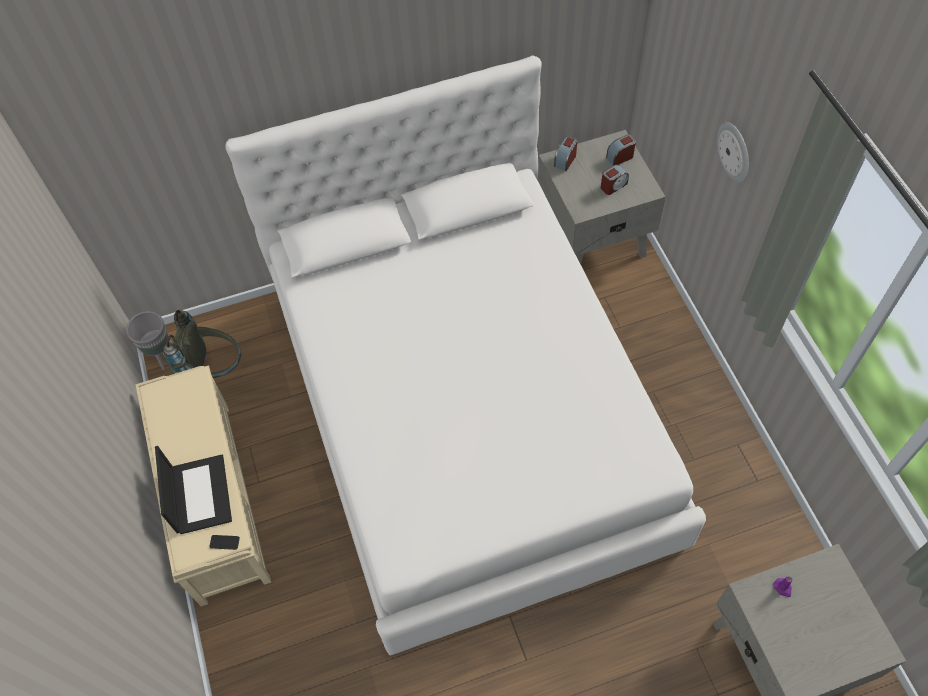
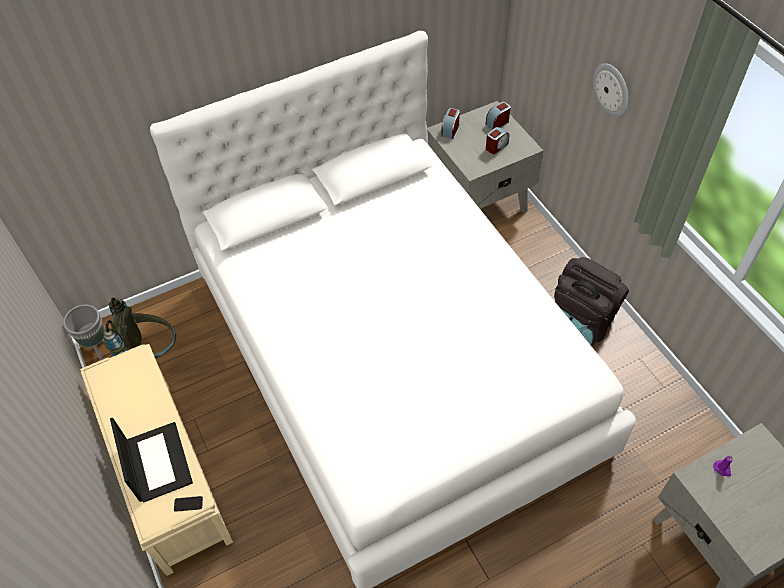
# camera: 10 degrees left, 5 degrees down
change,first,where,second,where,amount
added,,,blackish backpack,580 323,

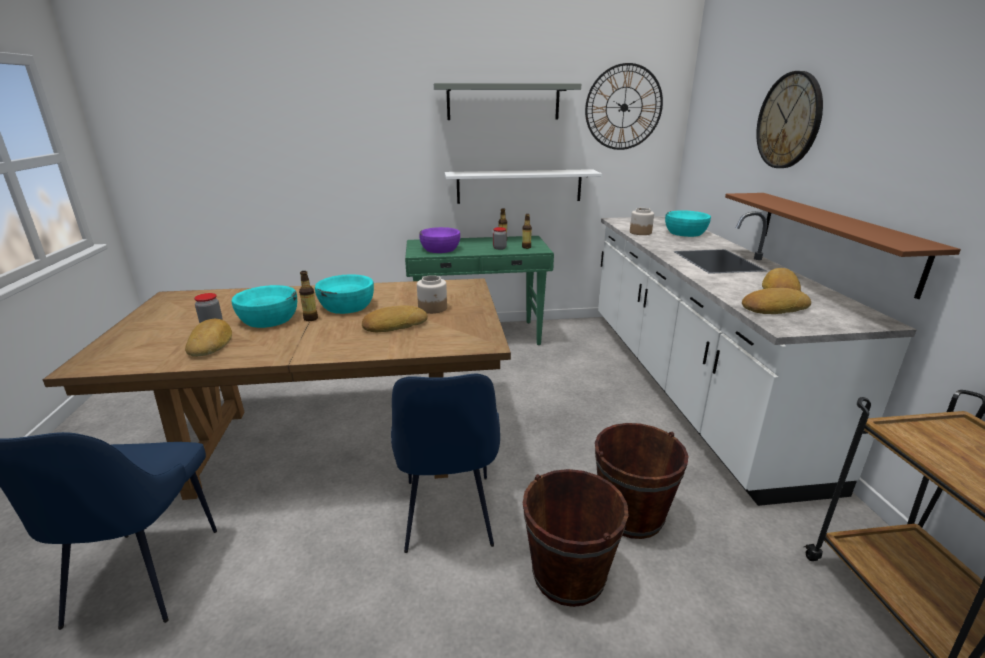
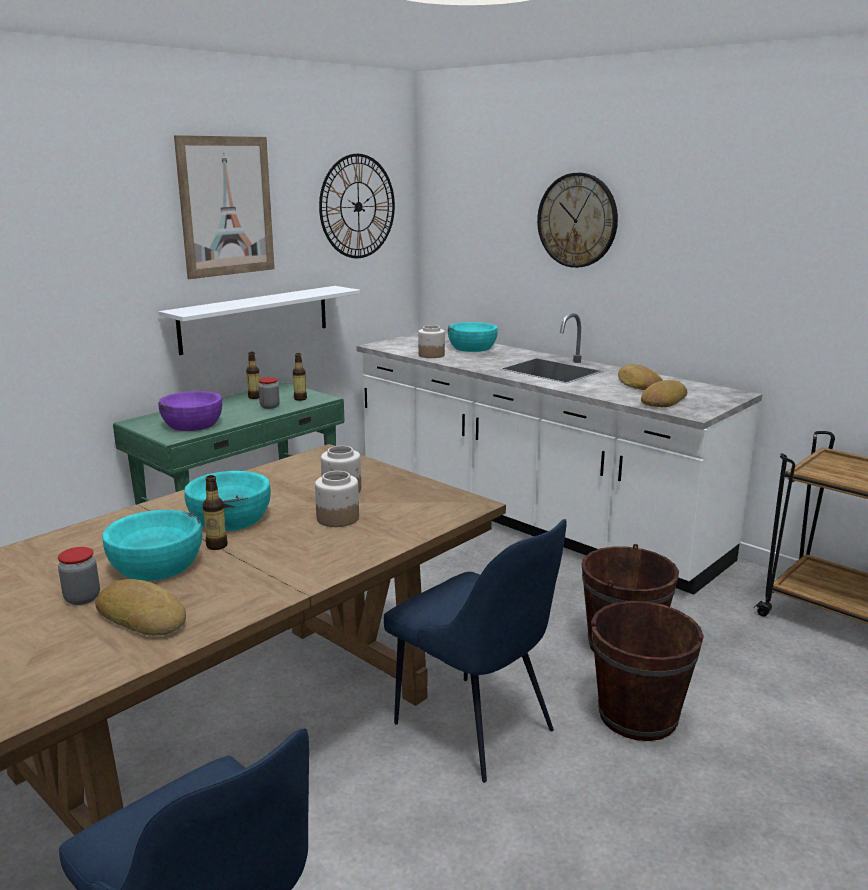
# camera: 40 degrees left, 5 degrees down
change,first,where,second,where,amount
replaced,greyish wall shelf,503 102,wall picture,226 206,
replaced,baked bread,394 324,preserve jar,337 518,
removed,brown wall shelf,834 238,,,

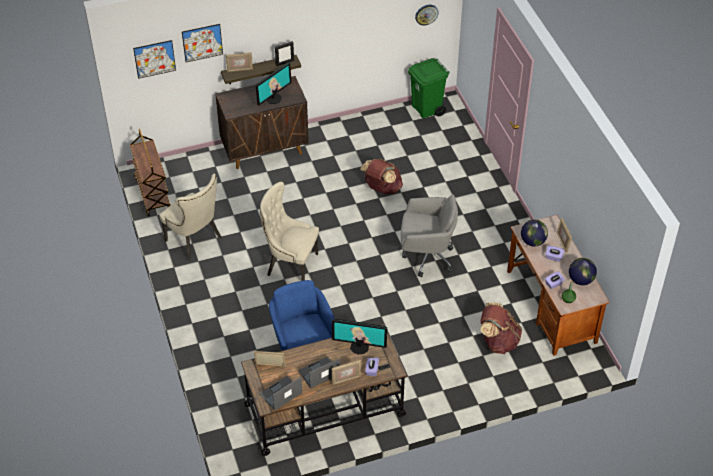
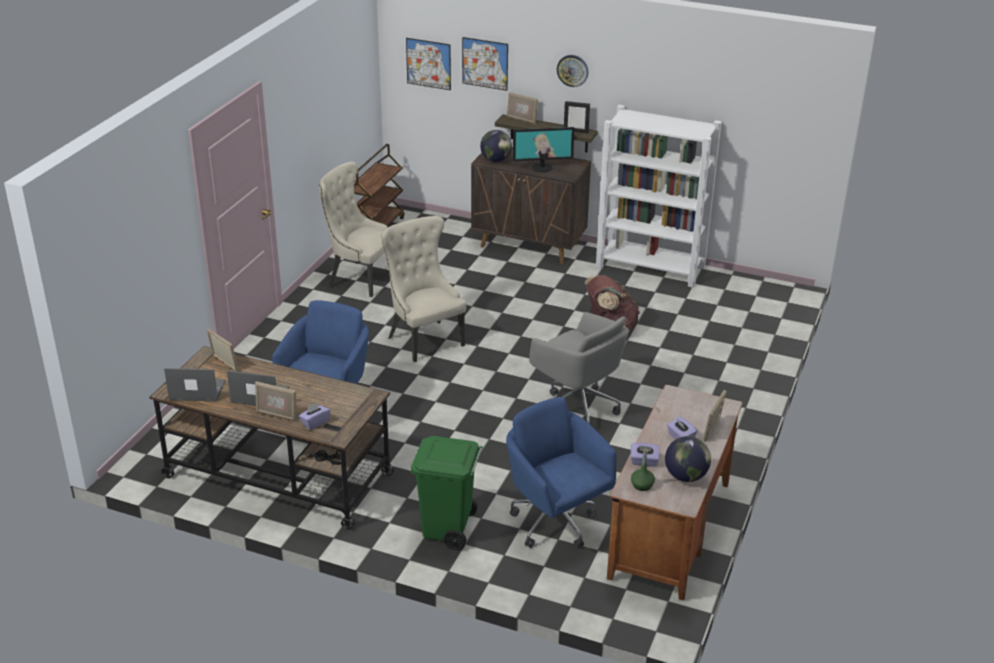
# camera: 40 degrees right, 15 degrees down
change,first,where,second,where,amount
turned,beige upright chair,194 240,,361 279,120 degrees clockwise
moved,green rubbish bin,427 109,,448 529,
moved,desk globe,533 242,,496 160,
replaced,brown backpack,498 341,blue desk chair,556 526,
moved,hanging clock,426 14,,572 70,
added,,,white bookcase,650 267,
removed,computer display,359 347,,,

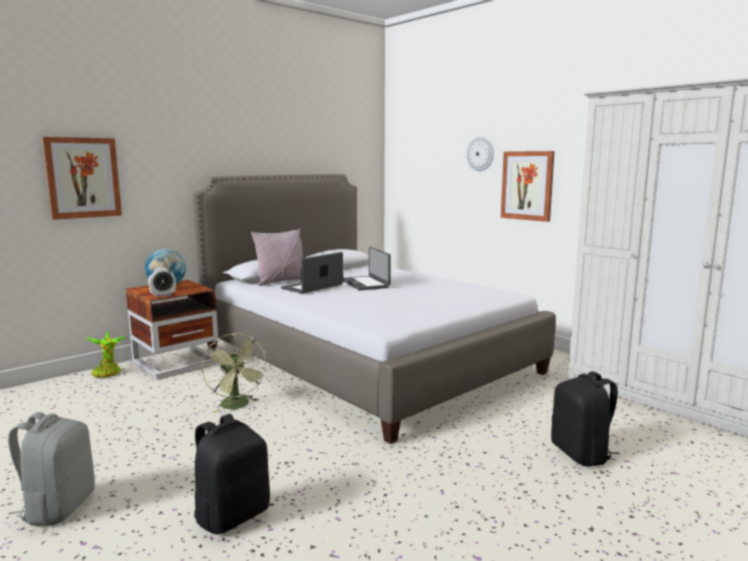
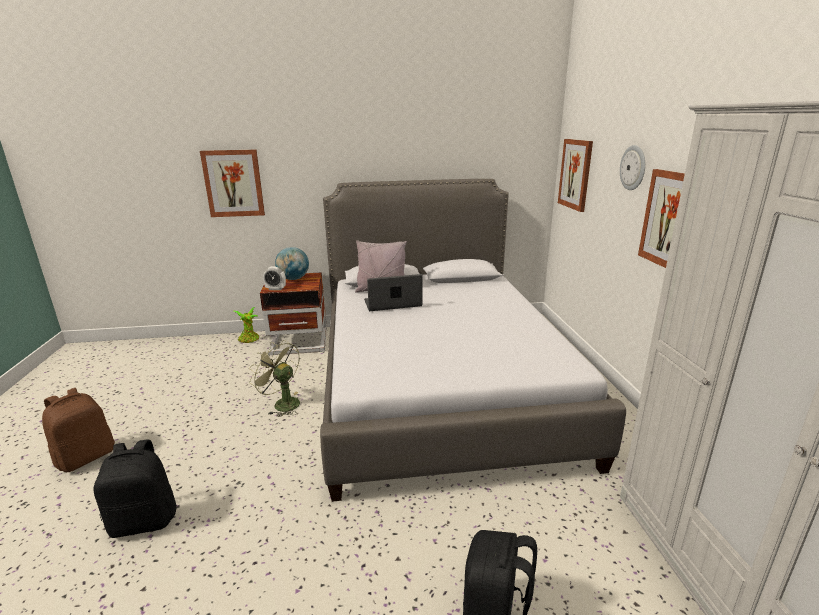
# camera: 35 degrees right, 10 degrees up
change,first,where,second,where,amount
recoloured,greyish backpack,58 507,brown backpack,86 457,
turned,green cooling fan,237 406,,282 403,120 degrees clockwise
added,,,wall picture,575 174,
removed,portable computer,365 283,,,

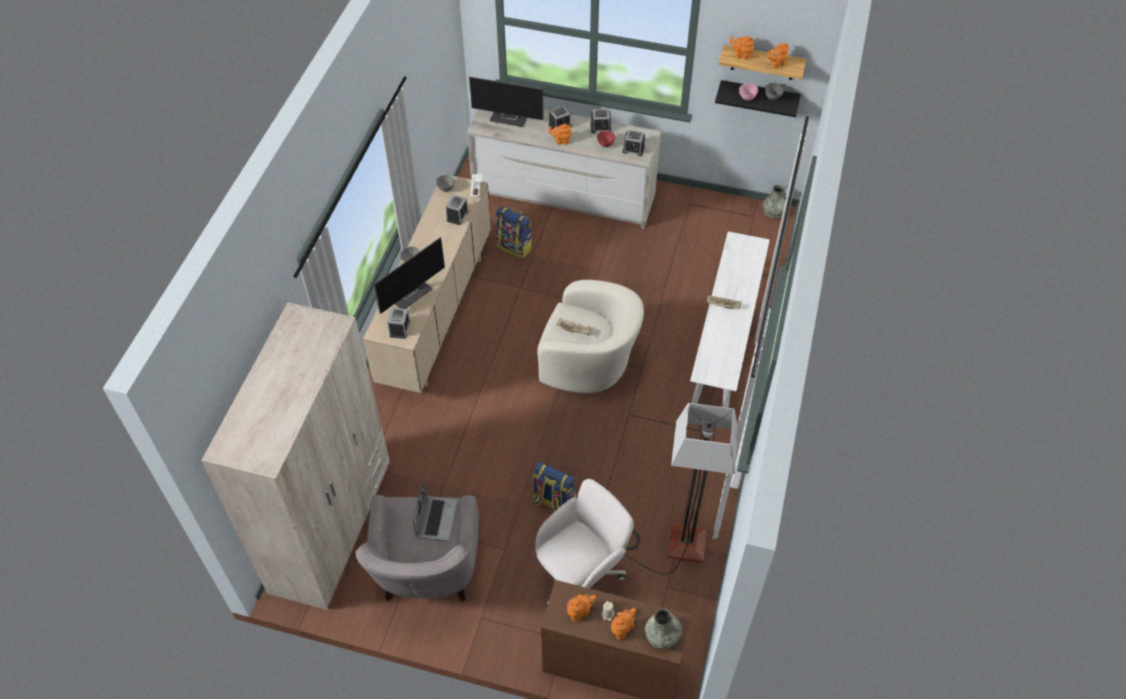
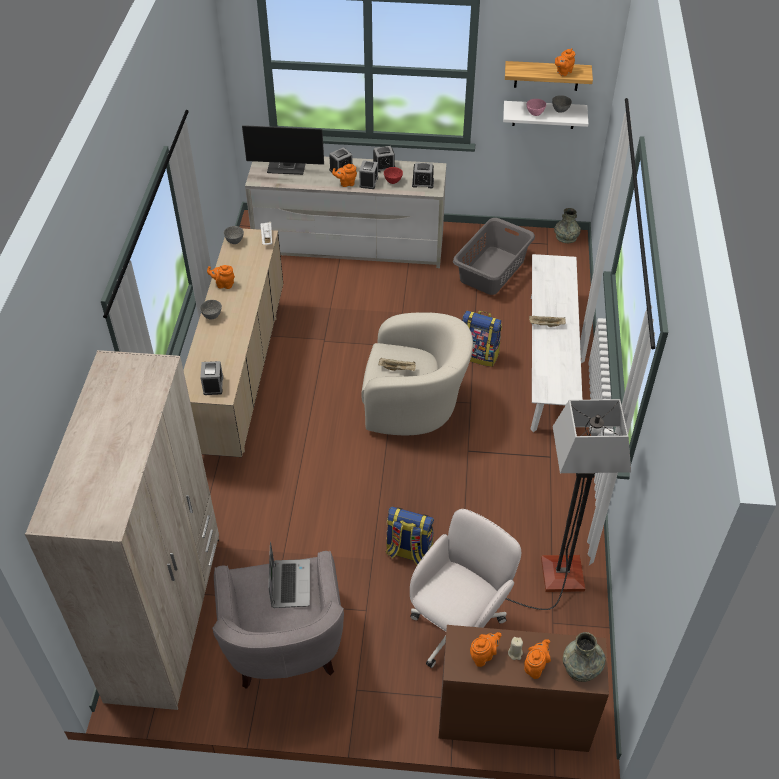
# camera: 10 degrees left, 5 degrees down
change,first,where,second,where,amount
moved,orangey teapot,741 55,,223 284,
moved,table clock,457 216,,368 182,
added,,,greyish washing basket,492 270,
moved,backpack,515 247,,479 355,
recoloured,blackish wall shelf,758 97,white wall shelf,544 114,
removed,computer display,410 293,,,

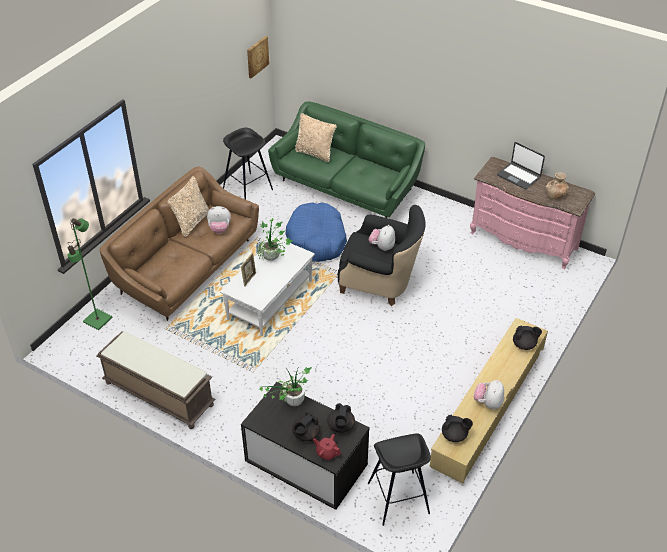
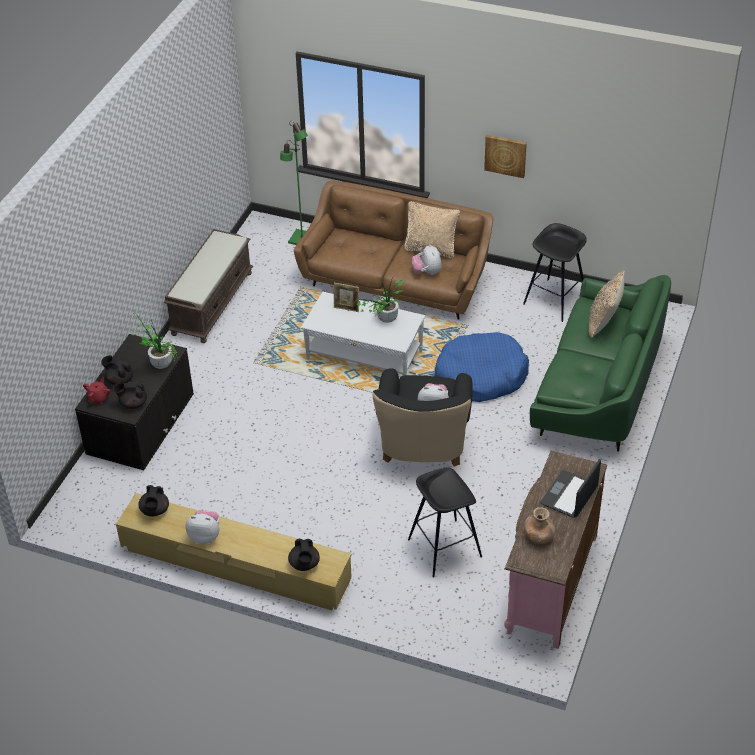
# camera: 80 degrees right, 0 degrees up
change,first,where,second,where,amount
moved,blackish sitting stool,398 498,,444 548,
moved,wall picture,257 56,,505 155,

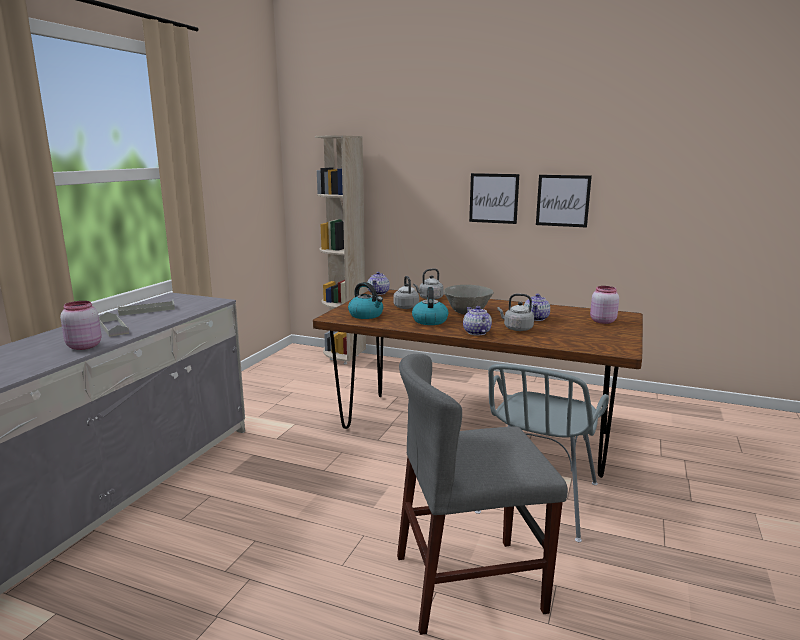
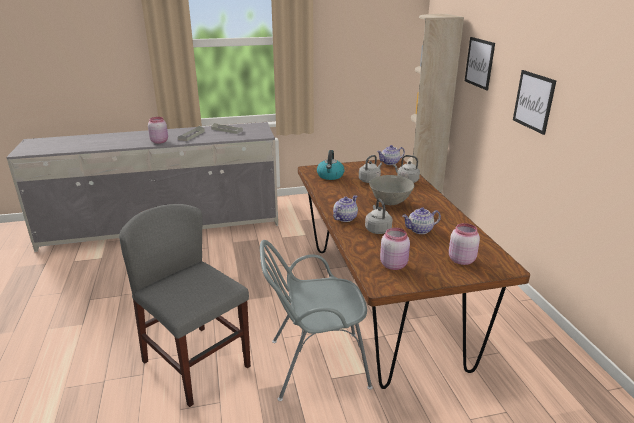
# camera: 55 degrees right, 10 degrees up
change,first,where,second,where,amount
added,,,pink preserve jar,394 264,
moved,wall picture,563 200,,479 63,
removed,kettle,429 321,,,

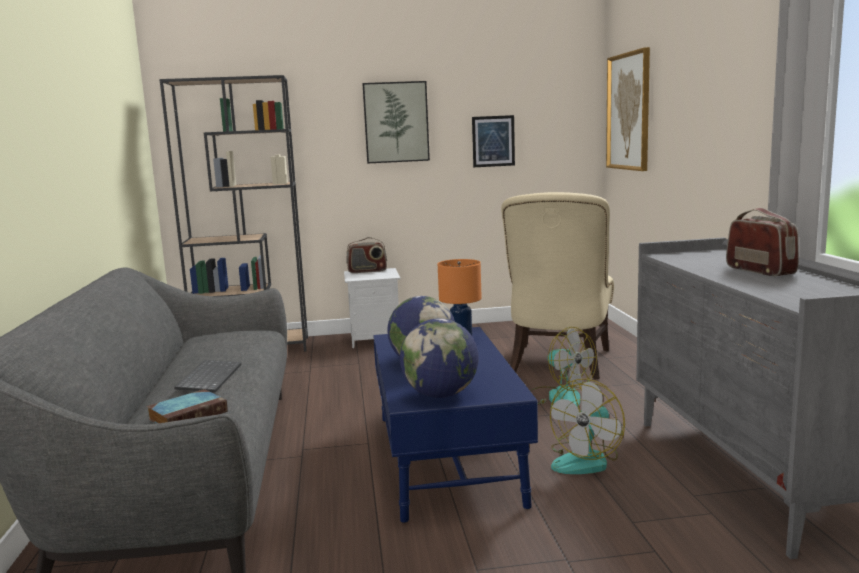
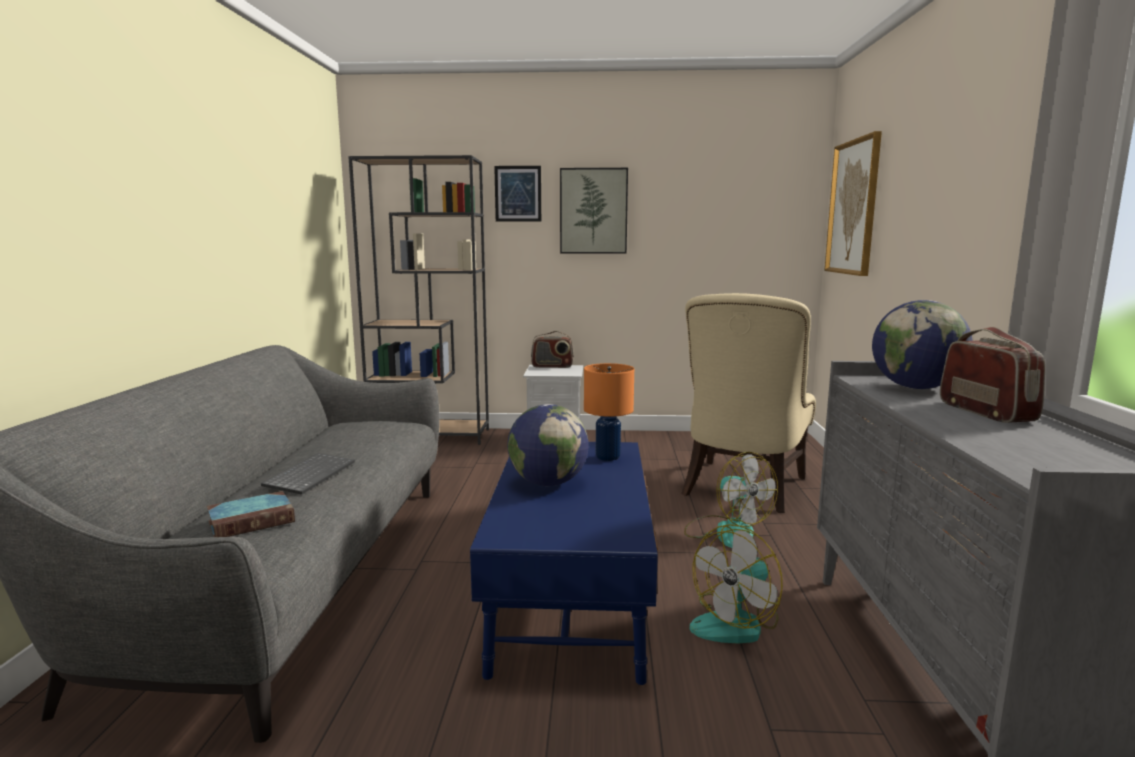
# camera: 10 degrees right, 0 degrees up
change,first,where,second,where,amount
moved,wall picture,493 141,,518 193,
moved,desk globe,440 395,,915 388,

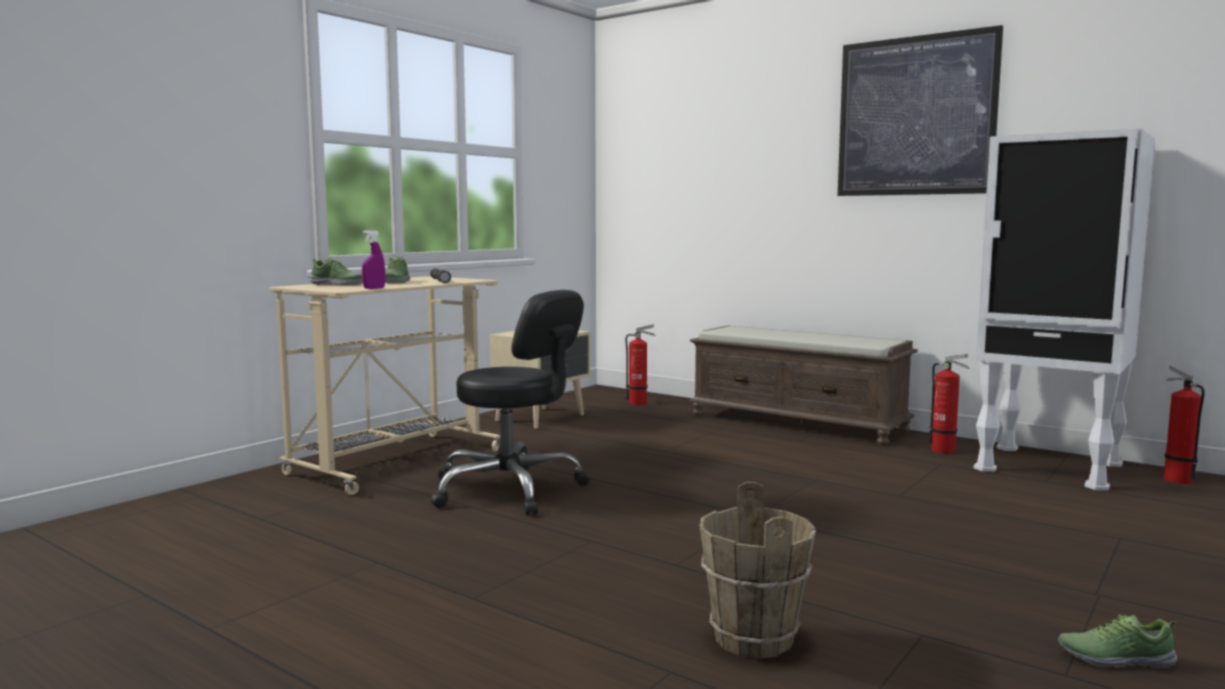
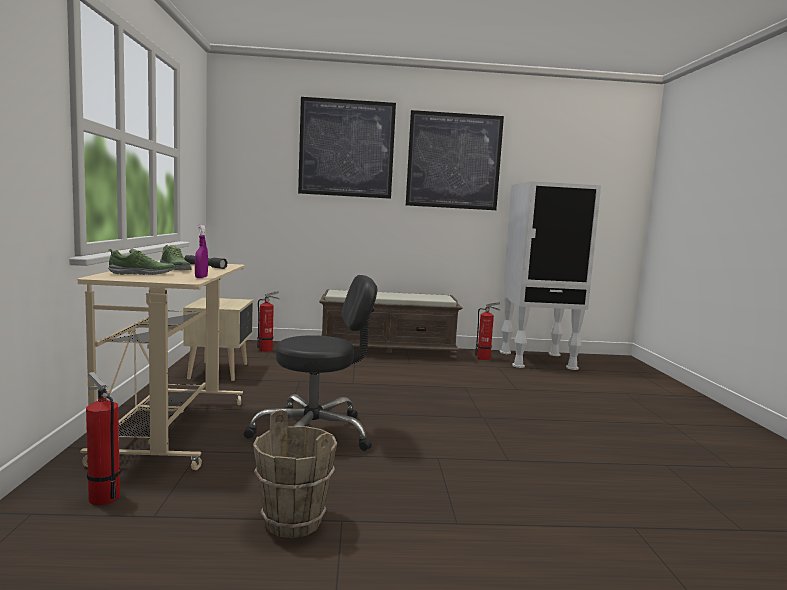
# camera: 40 degrees left, 0 degrees up
change,first,where,second,where,amount
moved,fire-fighting cylinder,1175 479,,102 496,
moved,brown bucket,752 639,,292 522,
added,,,wall picture,346 148,
removed,low shoe,1114 658,,,

